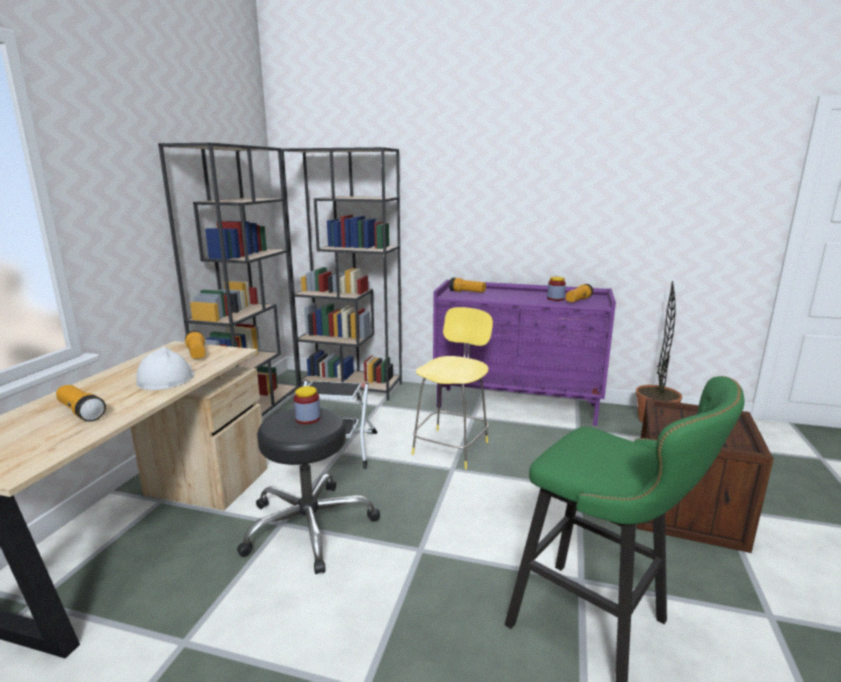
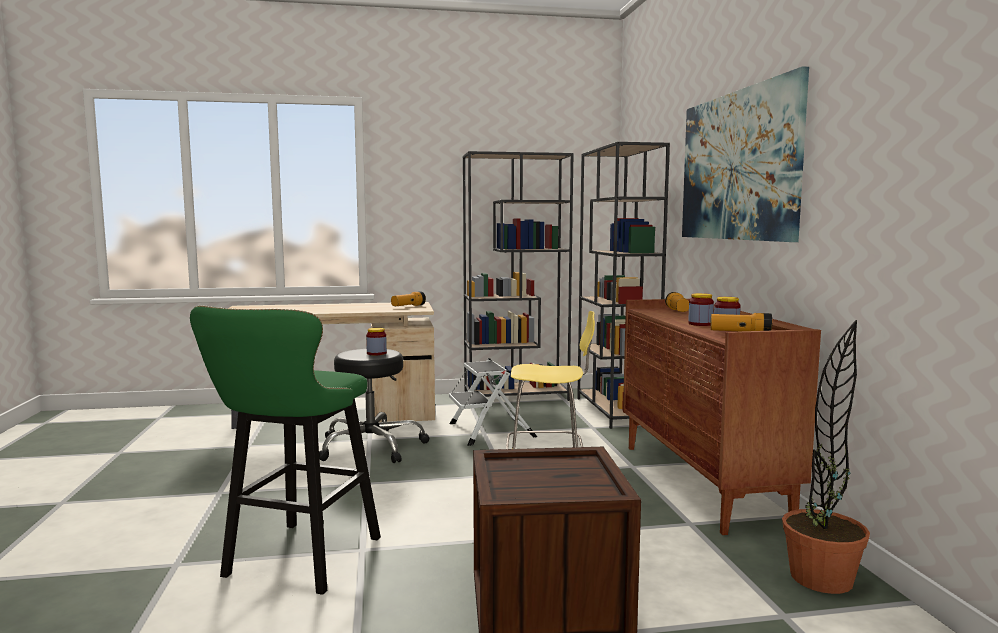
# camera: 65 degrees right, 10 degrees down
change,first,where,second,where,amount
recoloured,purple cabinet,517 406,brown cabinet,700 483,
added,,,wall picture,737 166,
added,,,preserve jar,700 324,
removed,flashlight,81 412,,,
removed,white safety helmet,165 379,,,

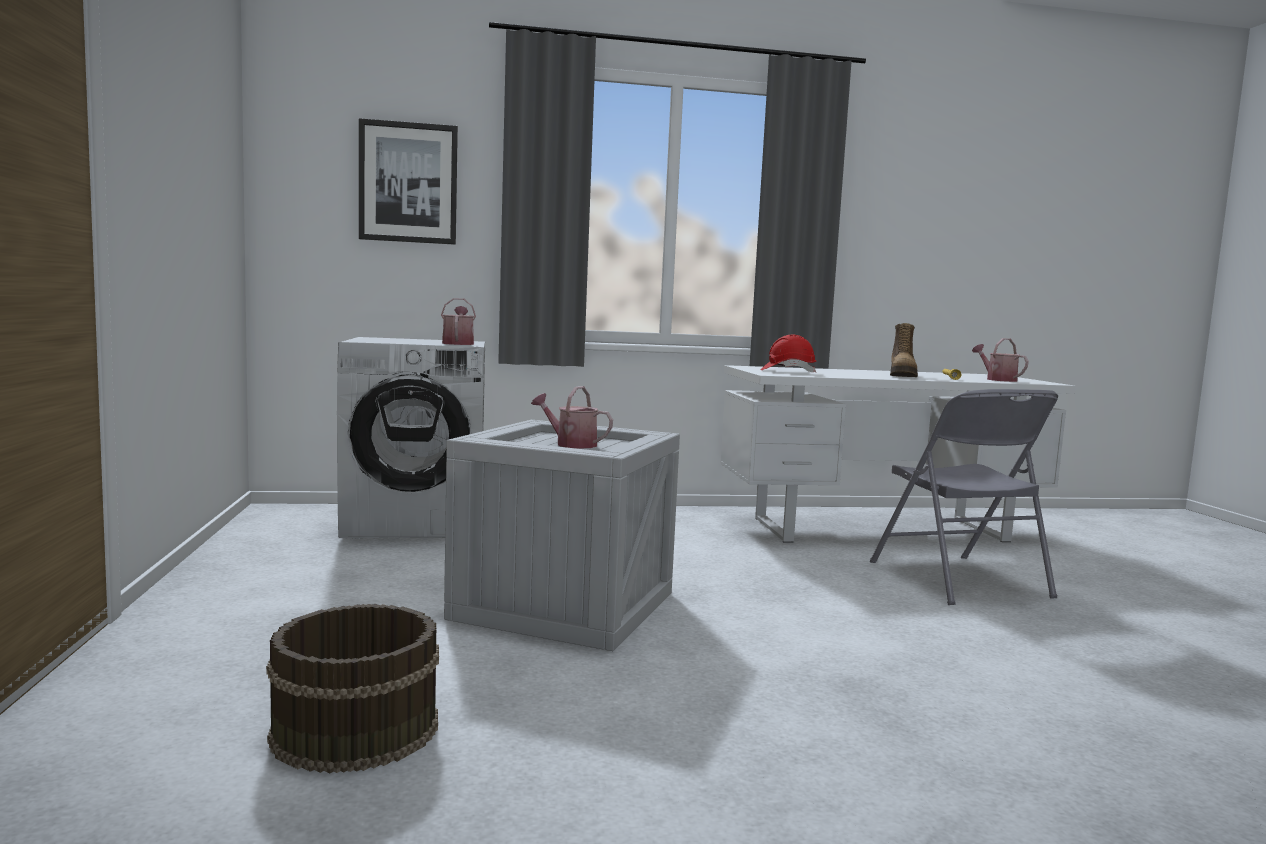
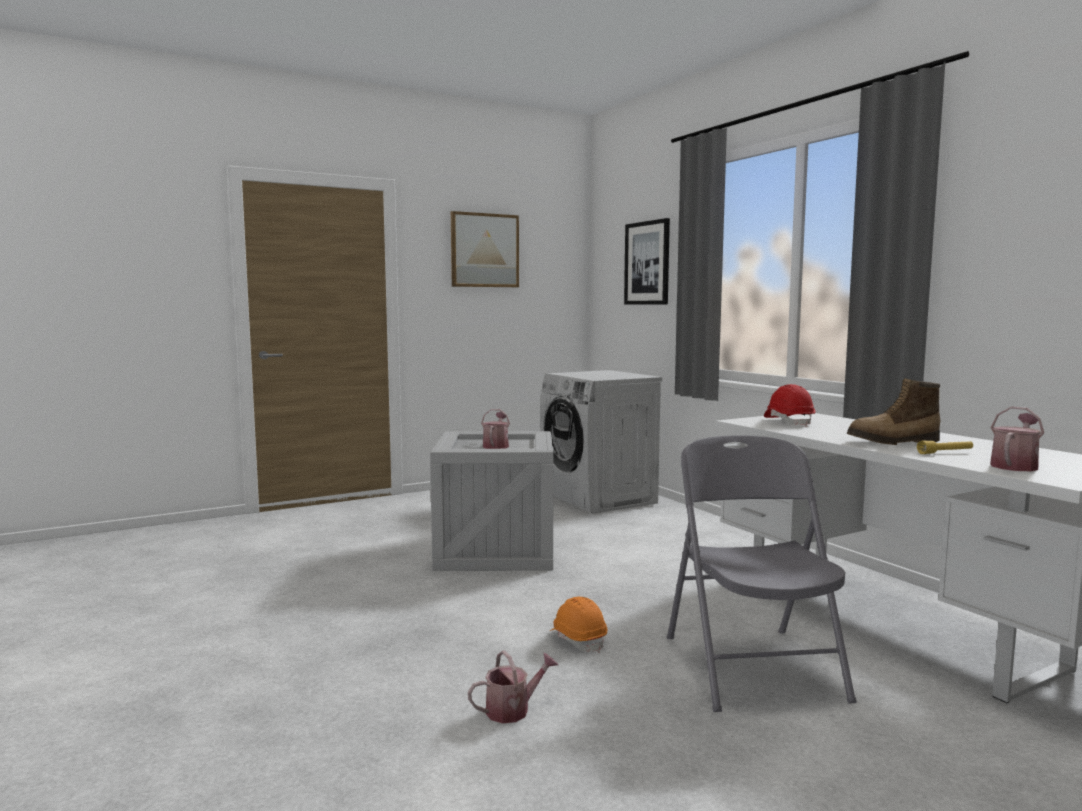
# camera: 70 degrees right, 0 degrees up
change,first,where,second,where,amount
added,,,wall picture,484 250,
moved,watering can,458 343,,513 709,
added,,,orangey safety helmet,578 639,
turned,greyish upright chair,957 579,,753 667,120 degrees clockwise
removed,brown bucket,354 728,,,

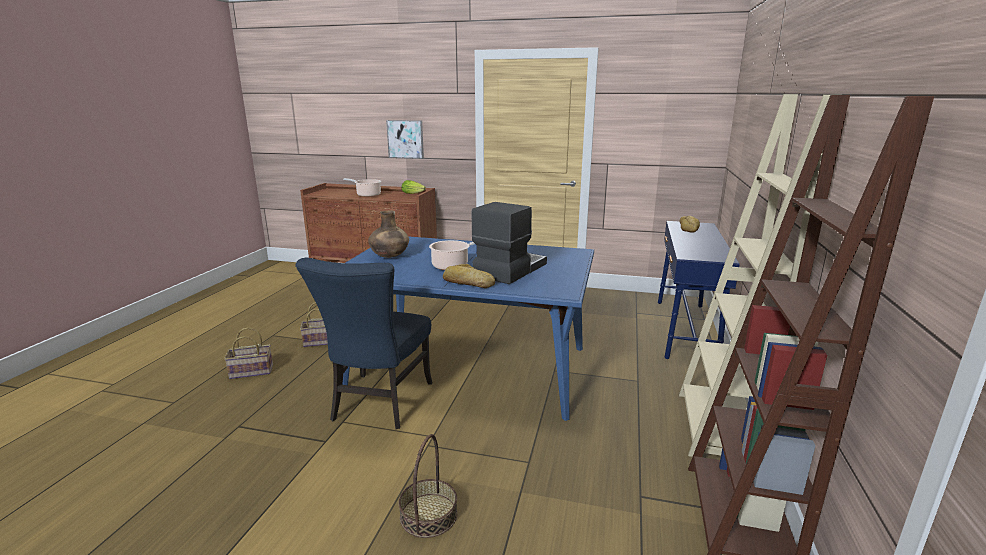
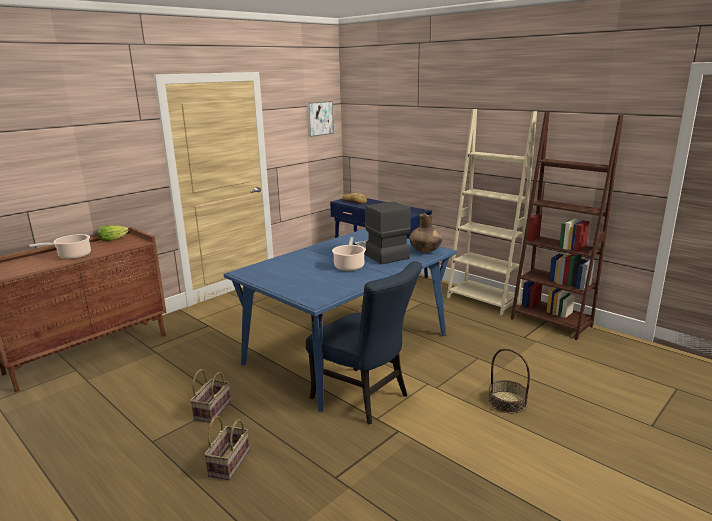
# camera: 60 degrees left, 0 degrees up
change,first,where,second,where,amount
moved,wall picture,405 139,,319 118,
moved,brown decorative vase,389 256,,425 251,
removed,baked bread,468 283,,,

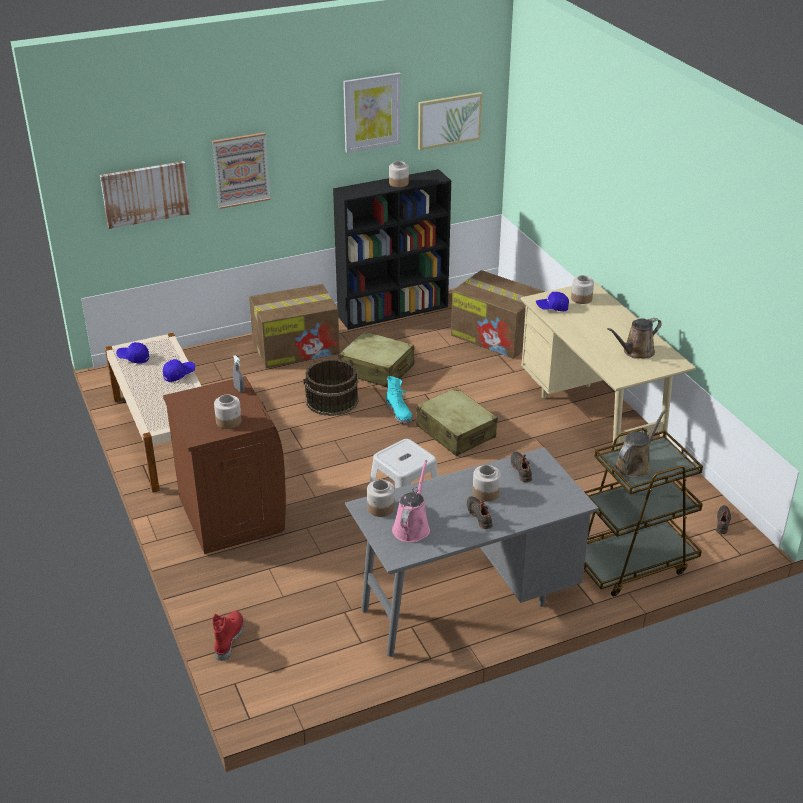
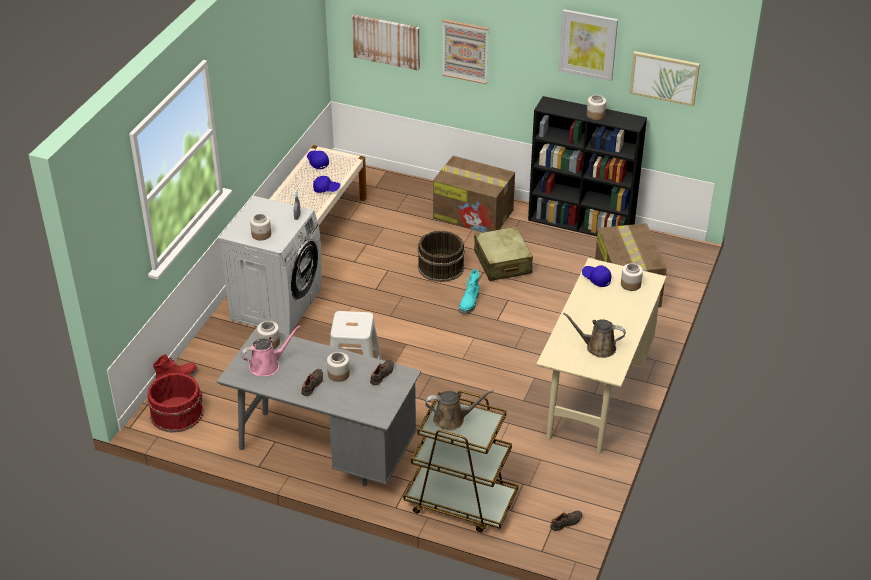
# camera: 45 degrees right, 5 degrees up
change,first,where,second,where,amount
added,,,red-coloured bucket,177 413,
recoloured,brown laundry appliance,231 515,white laundry appliance,276 306,
removed,beige travel case,455 432,,,

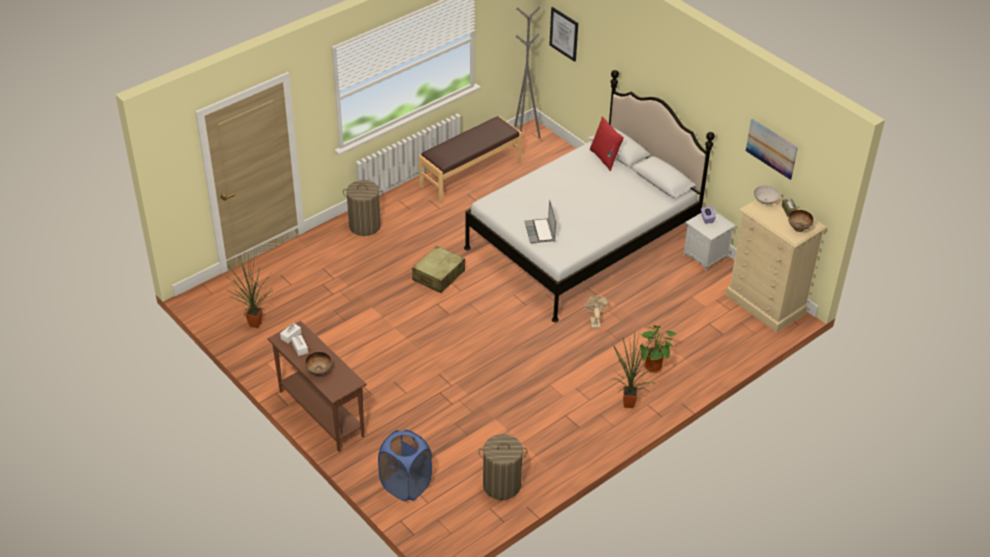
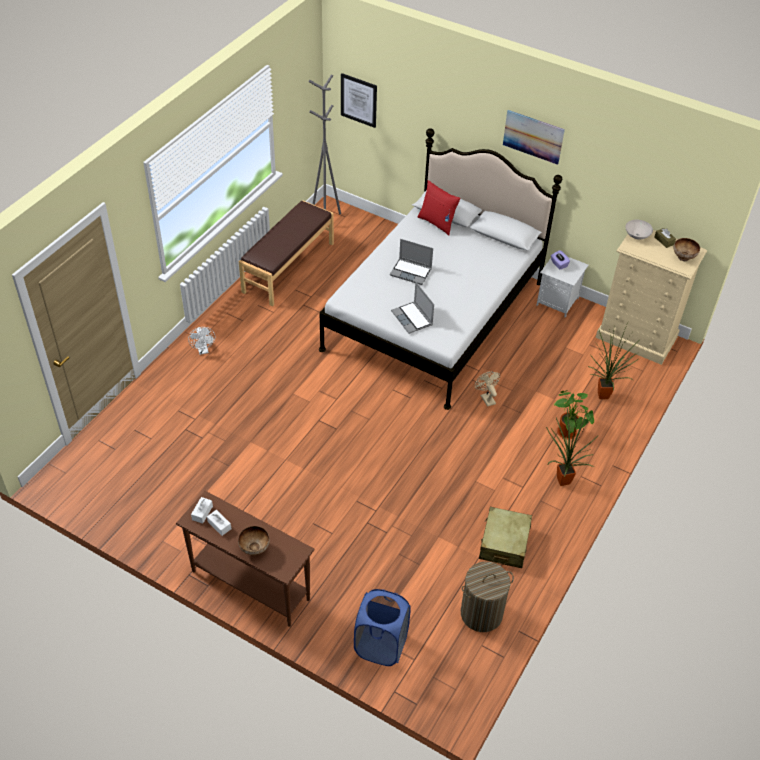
# camera: 20 degrees left, 5 degrees up
change,first,where,second,where,amount
replaced,washing basket,365 226,white cooling fan,203 350,
added,,,portable computer,411 272,
moved,beige travel case,438 276,,504 543,
moved,wall picture,771 148,,533 136,
moved,houseplant,254 326,,603 397,

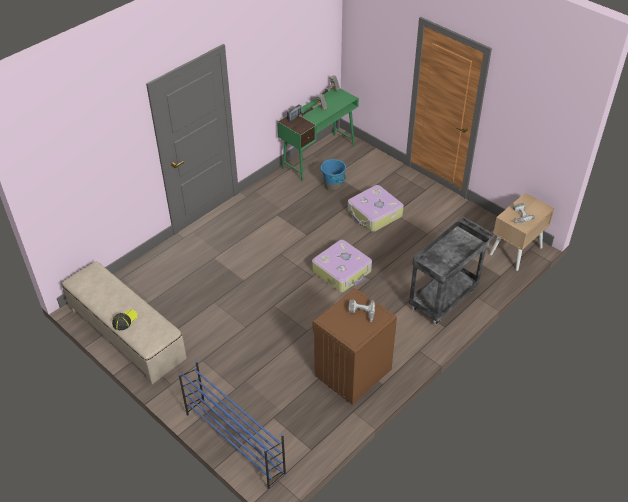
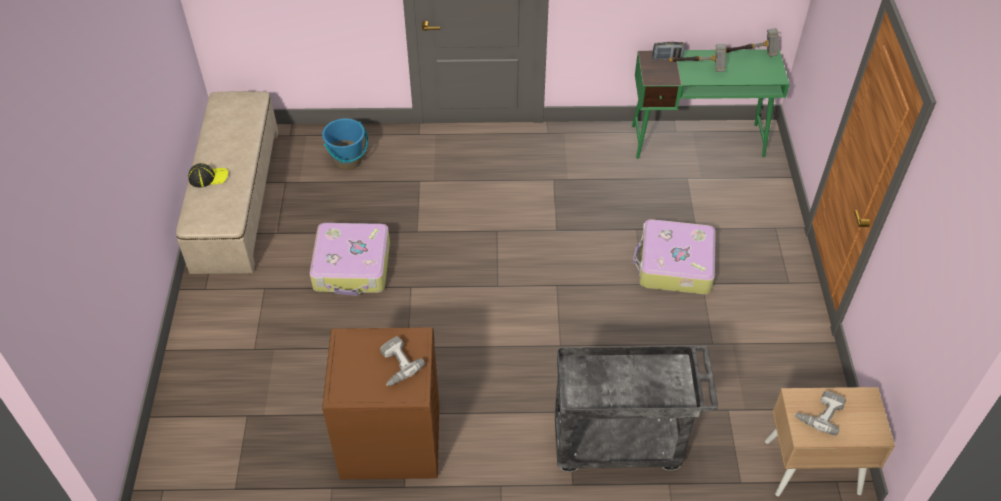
# camera: 45 degrees right, 5 degrees up
change,first,where,second,where,amount
moved,travel case,342 271,,352 267,
moved,blue bucket,333 185,,347 160,
removed,blue shoe rack,234 443,,,

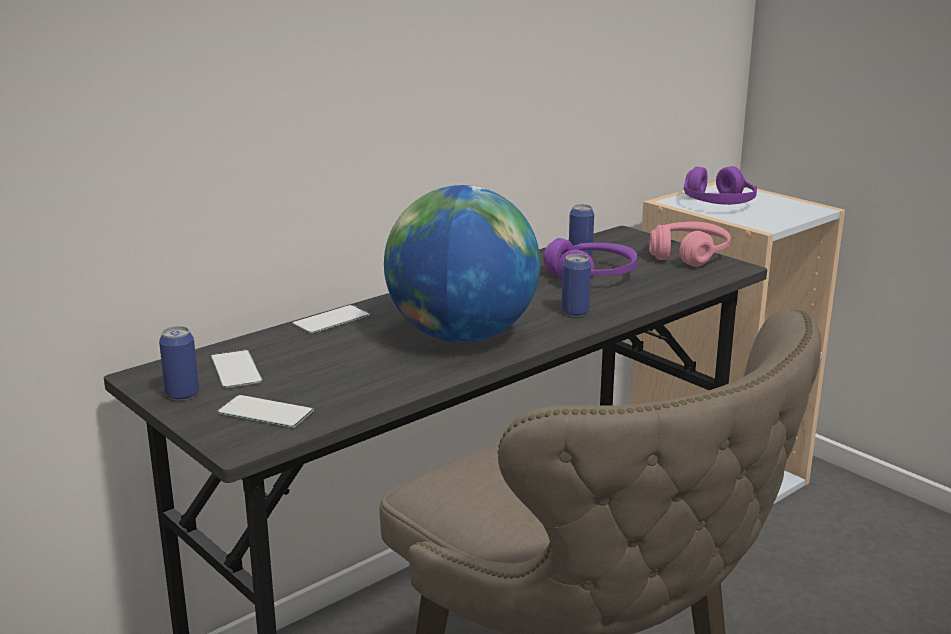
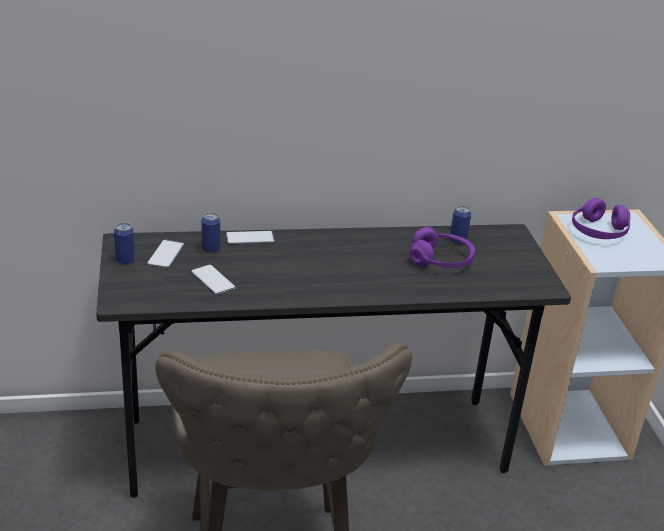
# camera: 30 degrees right, 10 degrees up
change,first,where,second,where,amount
moved,handset,265 412,,213 280,
moved,sealed can,575 312,,210 249,
removed,desk globe,462 336,,,
removed,pink pair of headphones,688 255,,,

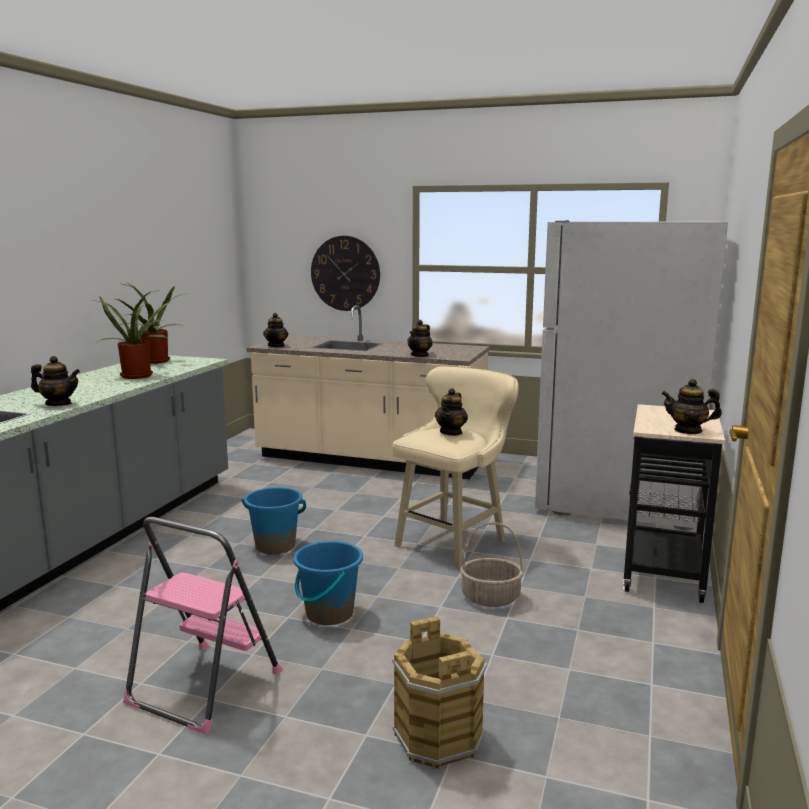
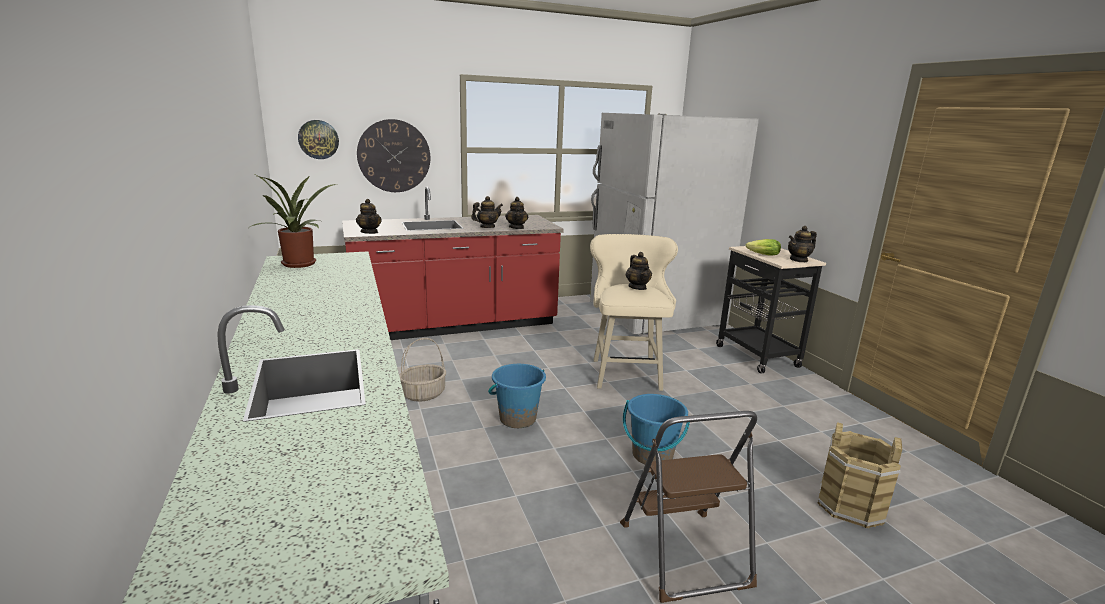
# camera: 40 degrees left, 5 degrees up
change,first,where,second,where,amount
added,,,hanging clock,318 139,
recoloured,beige kitchen counter,370 460,red-coloured kitchen counter,455 325,
moved,storage basket,490 598,,423 394,
moved,teapot,58 404,,487 227,
recoloured,pink step stool,200 689,brown step stool,685 557,
added,,,head of lettuce,761 254,
removed,houseplant,138 375,,,

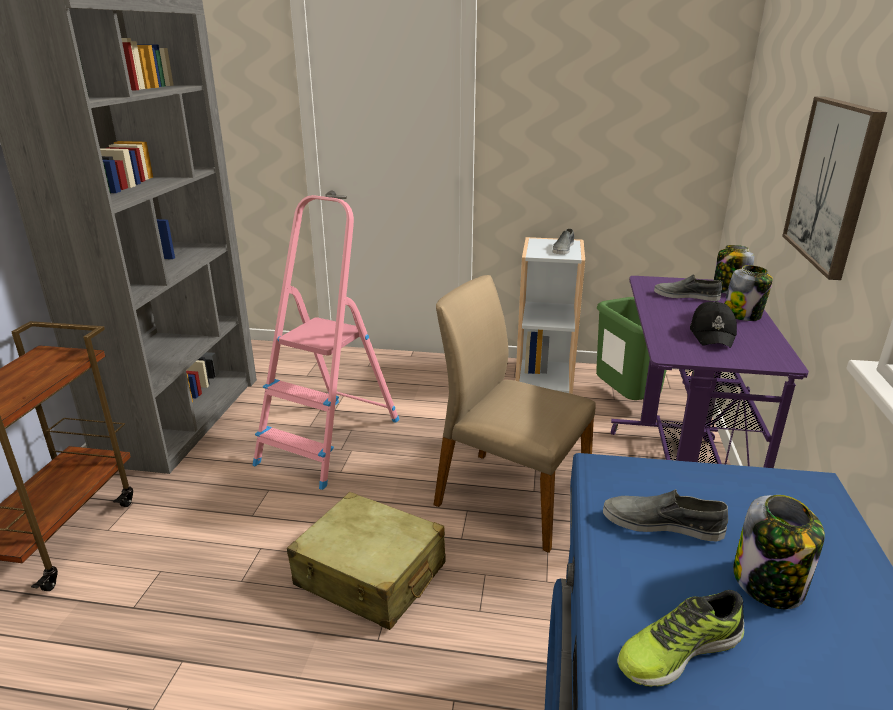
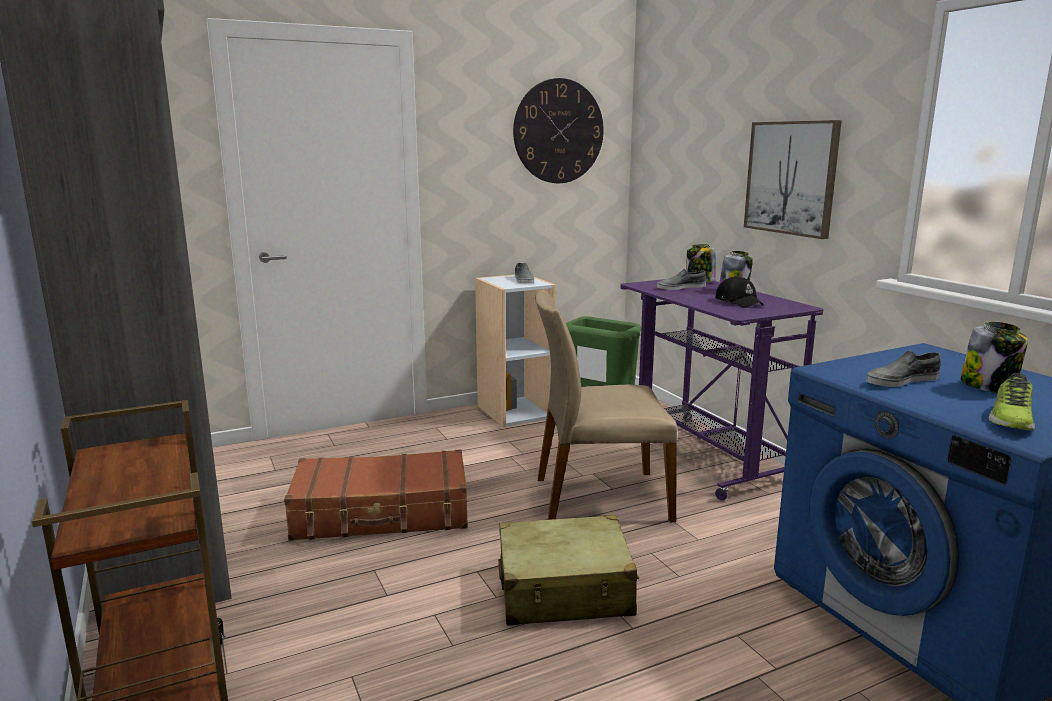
# camera: 35 degrees left, 10 degrees down
change,first,where,second,where,amount
replaced,pink step stool,329 442,brown travel case,382 513,
added,,,hanging clock,558 131,

